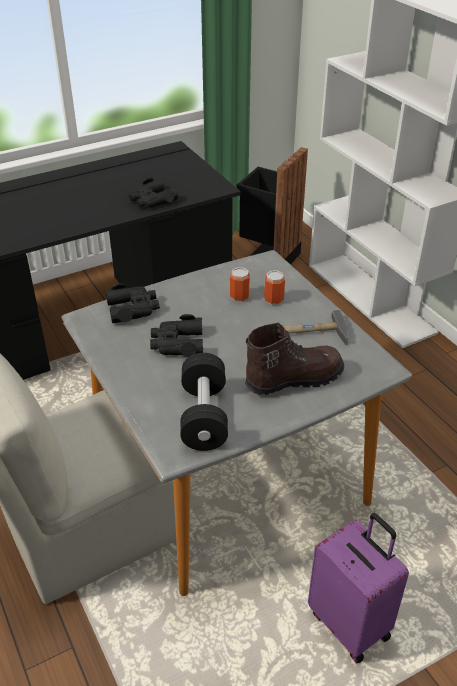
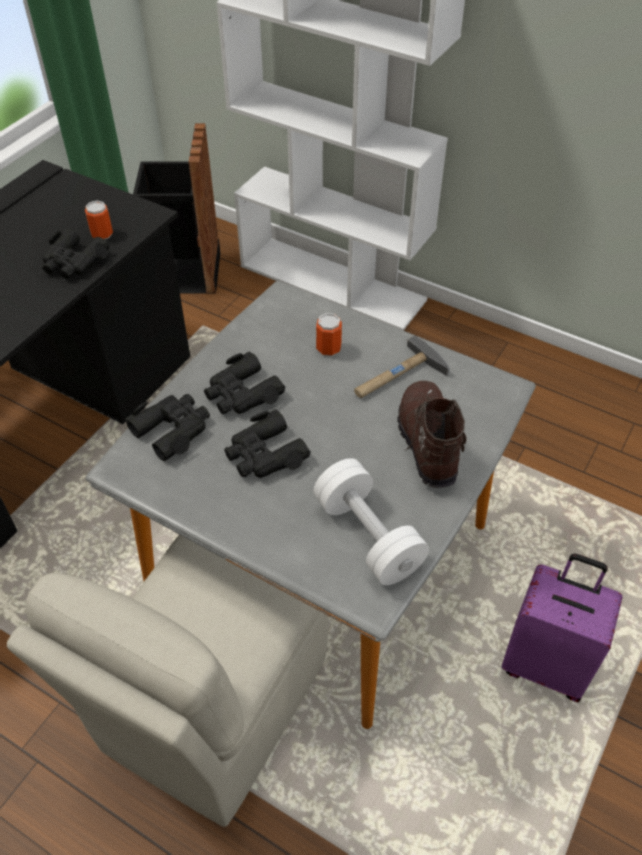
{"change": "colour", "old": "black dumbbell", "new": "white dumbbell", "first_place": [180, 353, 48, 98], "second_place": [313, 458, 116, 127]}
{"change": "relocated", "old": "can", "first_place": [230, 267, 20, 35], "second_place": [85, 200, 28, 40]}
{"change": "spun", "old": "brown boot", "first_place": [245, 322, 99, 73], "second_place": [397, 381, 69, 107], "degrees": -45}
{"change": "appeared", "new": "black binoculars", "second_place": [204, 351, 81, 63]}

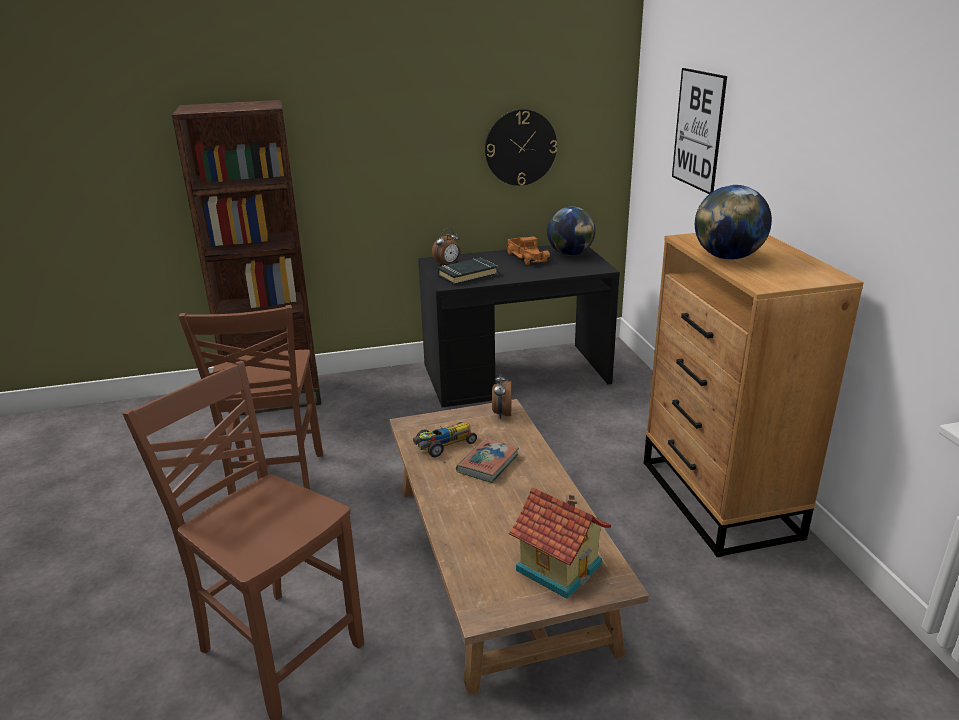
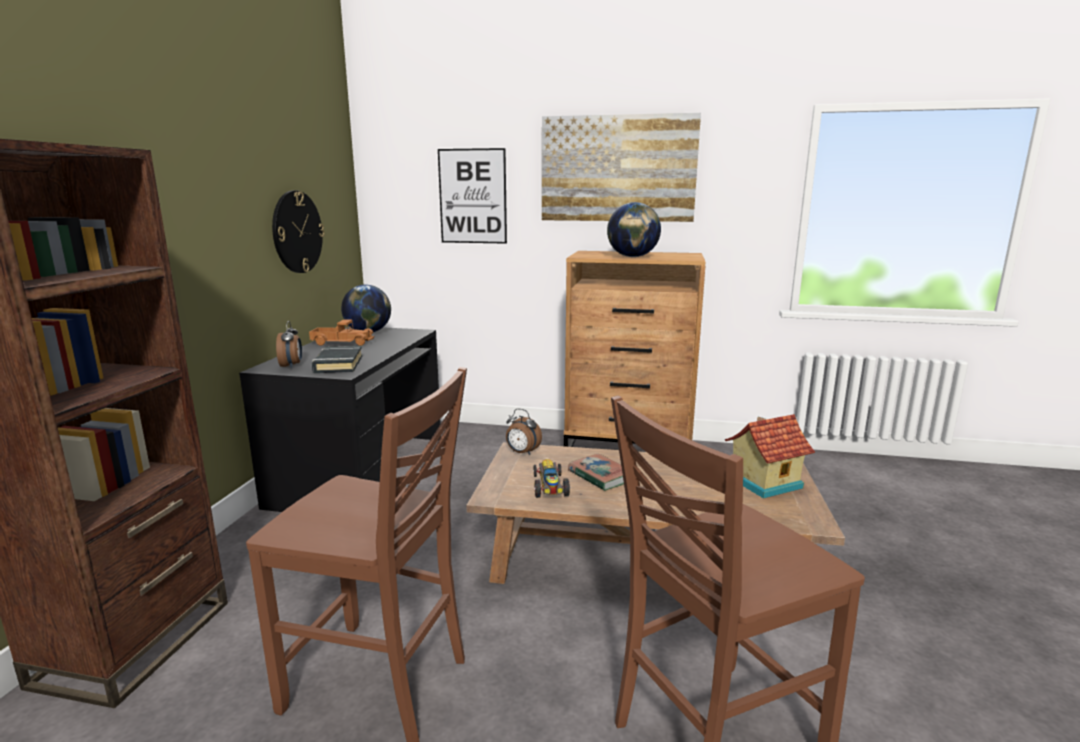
{"change": "appeared", "new": "picture", "second_place": [542, 113, 159, 109]}

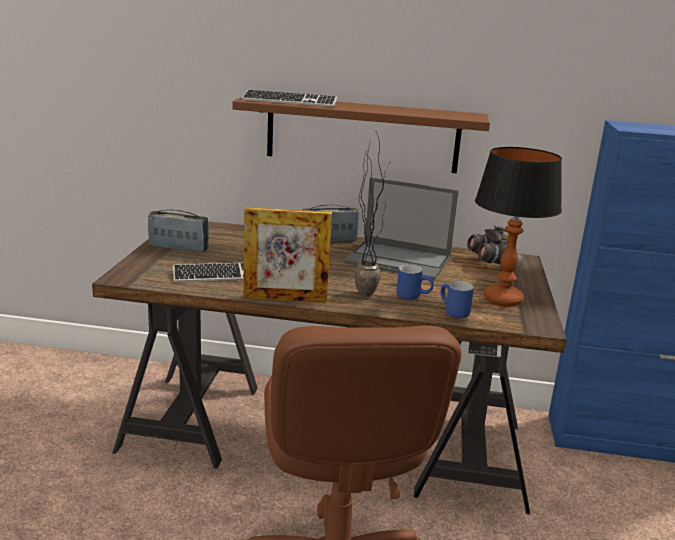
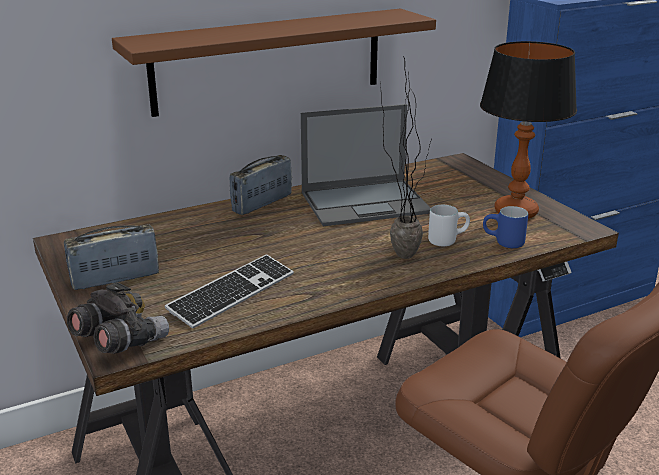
{"change": "missing", "old": "keyboard", "first_place": [242, 90, 95, 17]}
{"change": "missing", "old": "picture frame", "first_place": [243, 207, 89, 96]}
{"change": "colour", "old": "blue mug", "new": "white mug", "first_place": [396, 265, 38, 35], "second_place": [428, 205, 42, 41]}
{"change": "relocated", "old": "grey binoculars", "first_place": [467, 226, 56, 42], "second_place": [67, 282, 102, 72]}

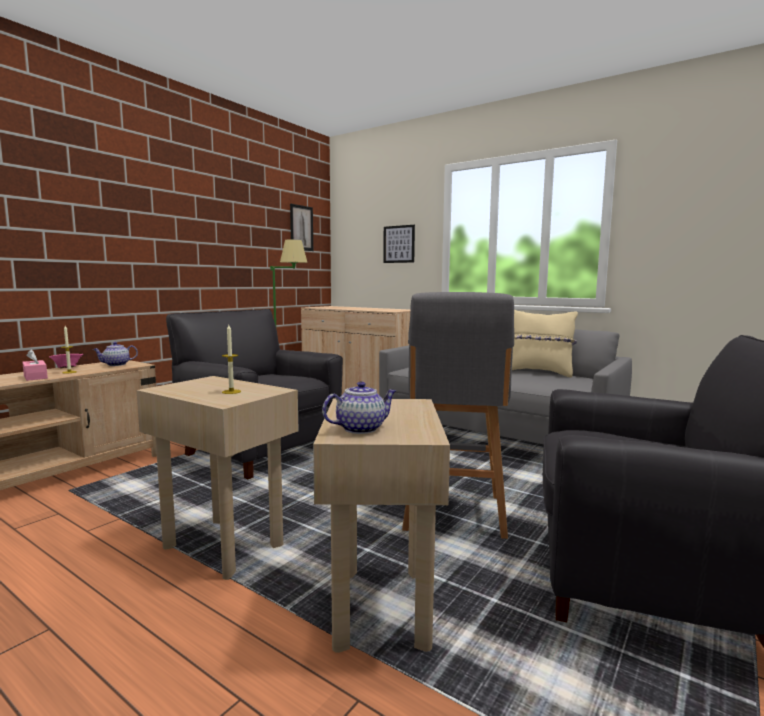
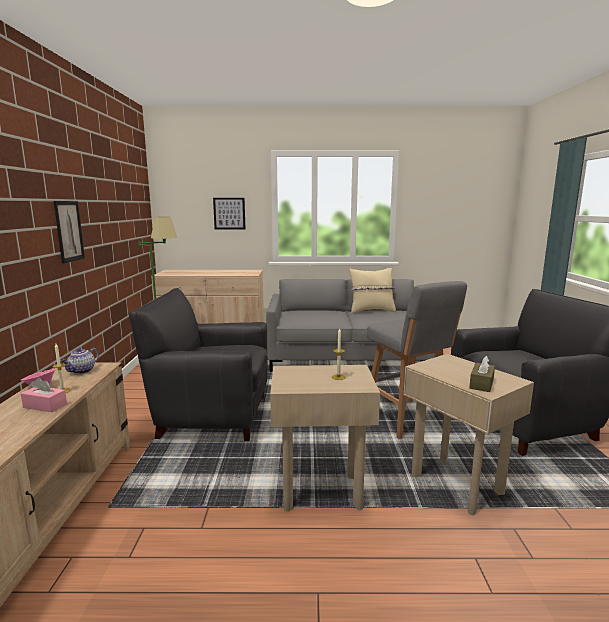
{"change": "relocated", "old": "picture", "first_place": [290, 204, 23, 47], "second_place": [54, 201, 31, 62]}
{"change": "exchanged", "old": "teapot", "new": "brown tissue box", "first_place": [322, 381, 74, 53], "second_place": [469, 356, 26, 36]}

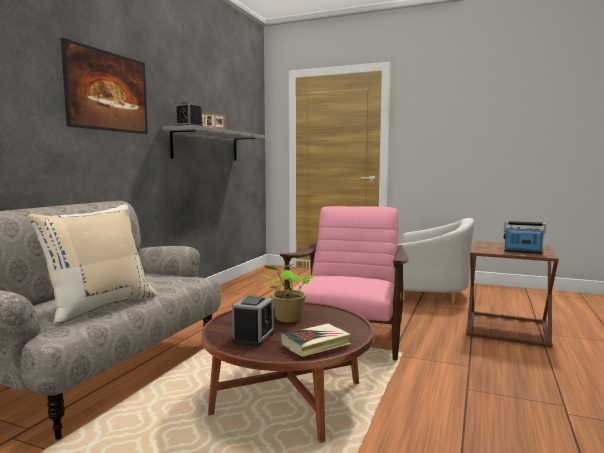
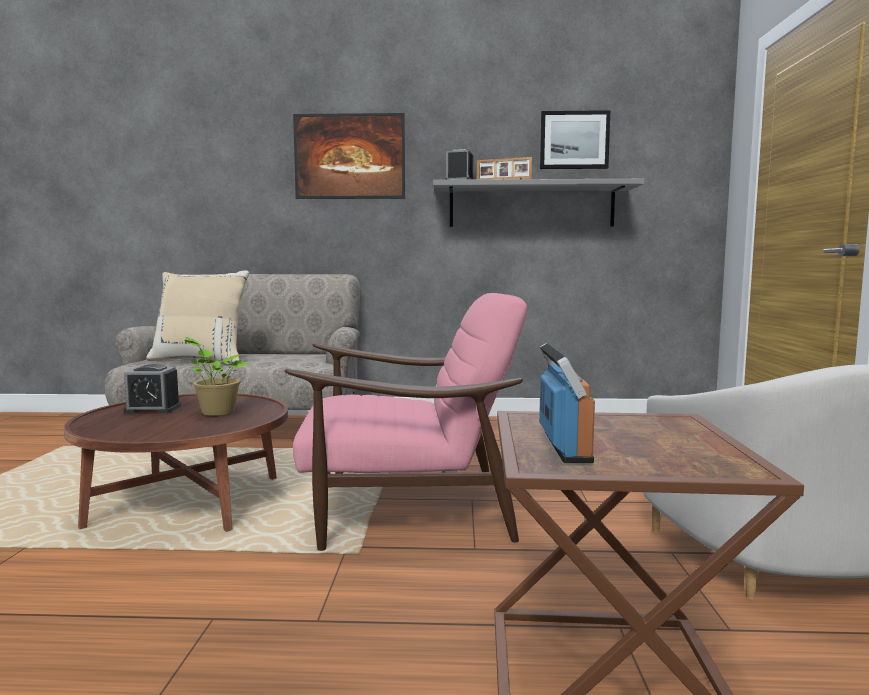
{"change": "missing", "old": "book", "first_place": [281, 324, 70, 33]}
{"change": "appeared", "new": "picture", "second_place": [540, 110, 70, 59]}

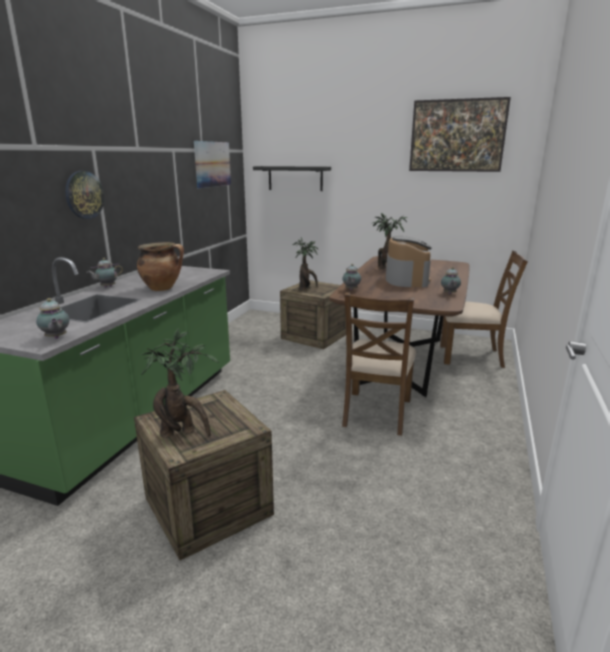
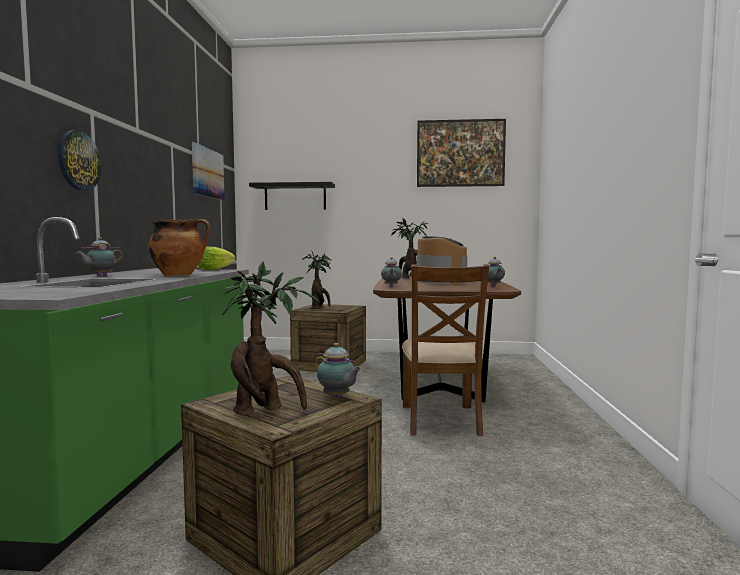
{"change": "relocated", "old": "teapot", "first_place": [36, 298, 33, 41], "second_place": [315, 343, 47, 55]}
{"change": "missing", "old": "brown chair", "first_place": [440, 251, 88, 117]}
{"change": "appeared", "new": "lettuce", "second_place": [198, 246, 38, 24]}

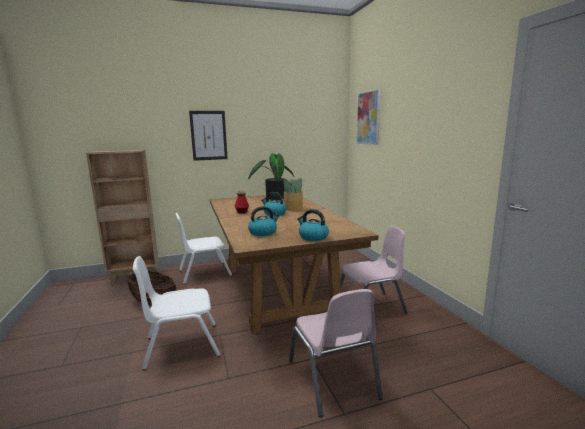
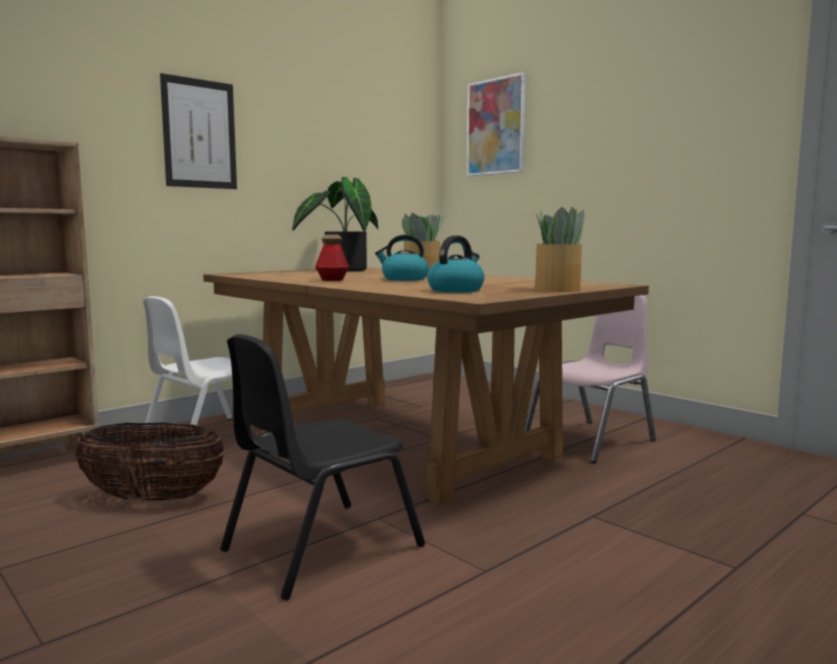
{"change": "colour", "old": "white chair", "new": "black chair", "first_place": [133, 256, 88, 114], "second_place": [220, 334, 205, 266]}
{"change": "missing", "old": "pink chair", "first_place": [289, 289, 94, 128]}
{"change": "exchanged", "old": "kettle", "new": "potted plant", "first_place": [297, 209, 32, 32], "second_place": [535, 207, 50, 85]}

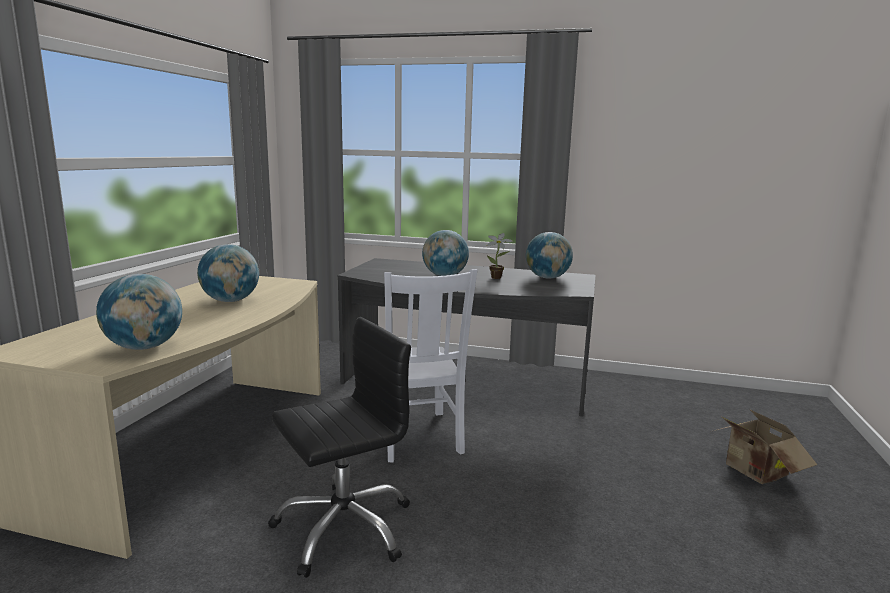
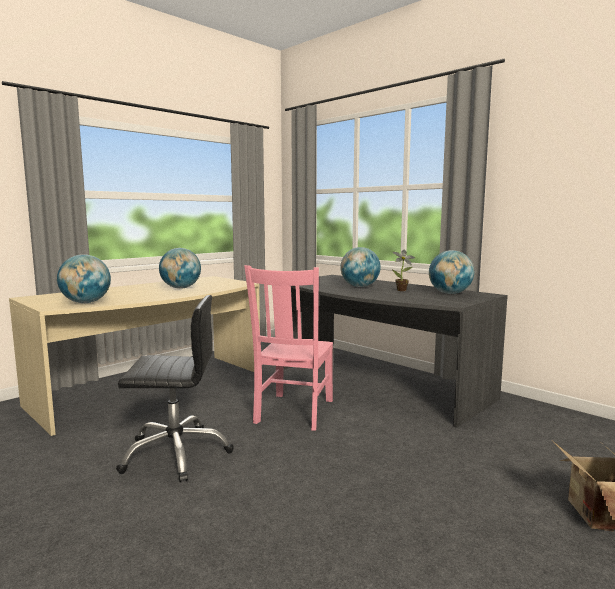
{"change": "colour", "old": "white chair", "new": "pink chair", "first_place": [384, 269, 93, 193], "second_place": [244, 265, 89, 166]}

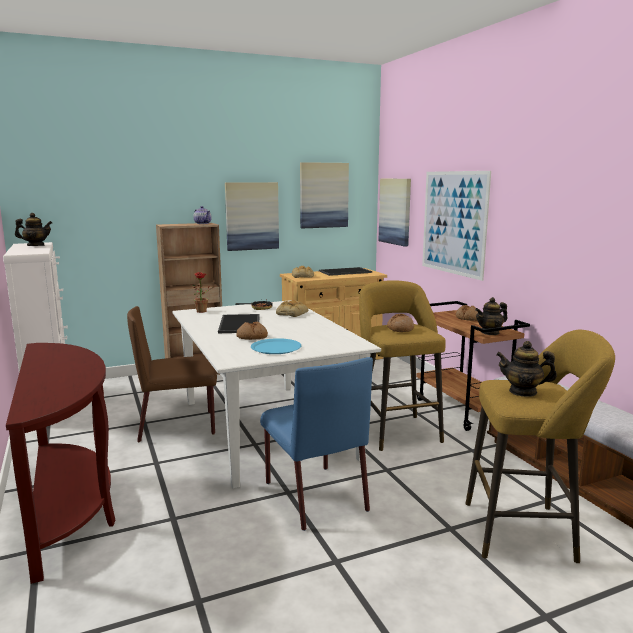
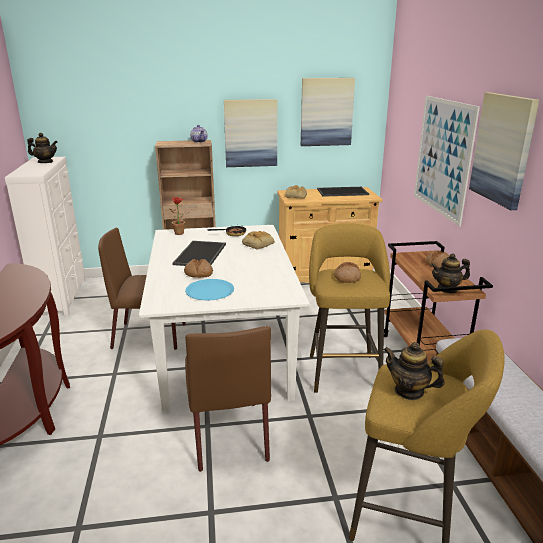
{"change": "colour", "old": "blue chair", "new": "brown chair", "first_place": [260, 357, 113, 174], "second_place": [185, 326, 86, 146]}
{"change": "relocated", "old": "picture", "first_place": [379, 179, 32, 68], "second_place": [469, 92, 70, 118]}

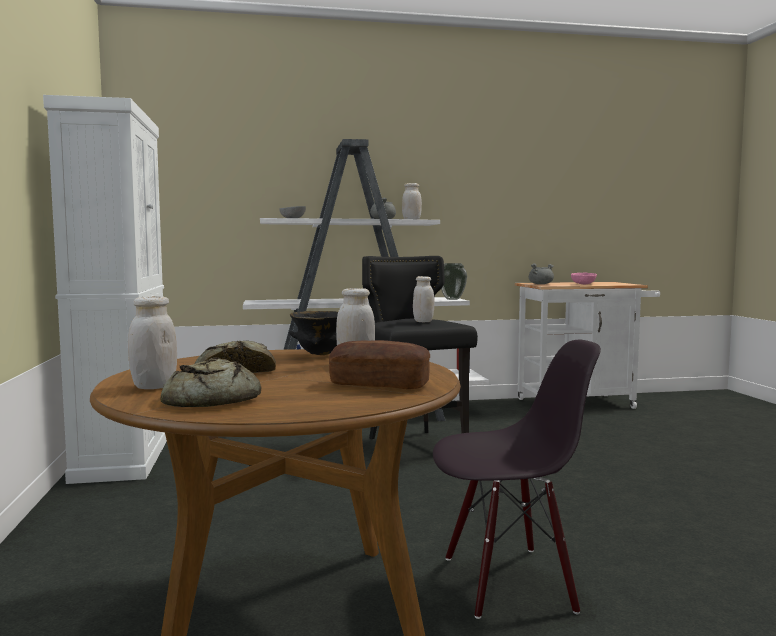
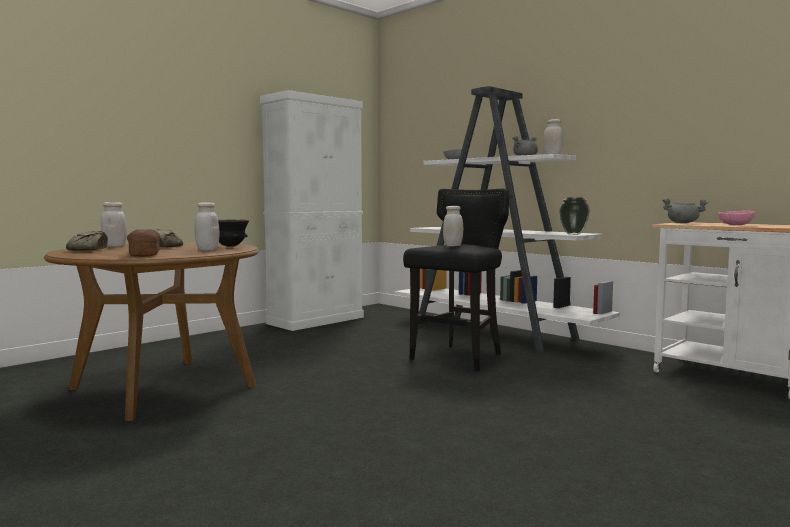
{"change": "missing", "old": "black chair", "first_place": [433, 340, 168, 279]}

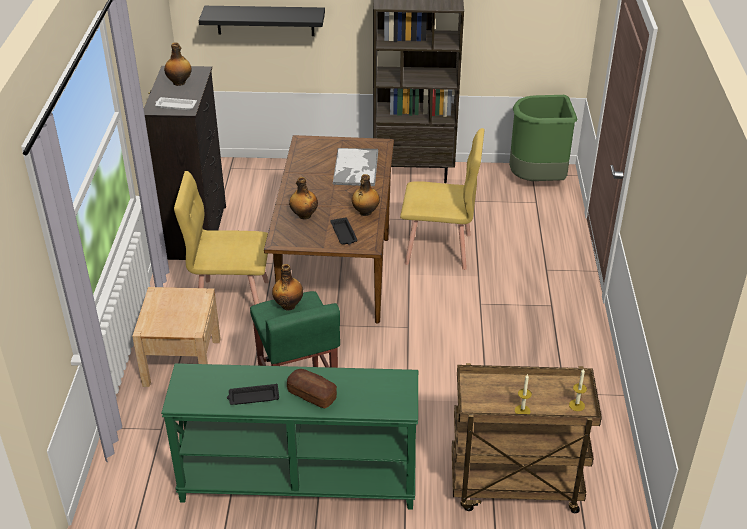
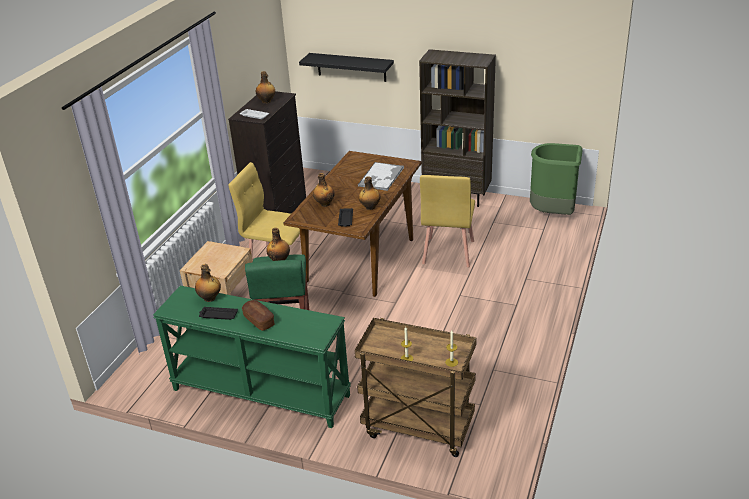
{"change": "spun", "old": "yellow chair", "first_place": [400, 128, 85, 142], "second_place": [420, 175, 55, 92], "degrees": 75}
{"change": "appeared", "new": "bottle", "second_place": [195, 264, 26, 38]}

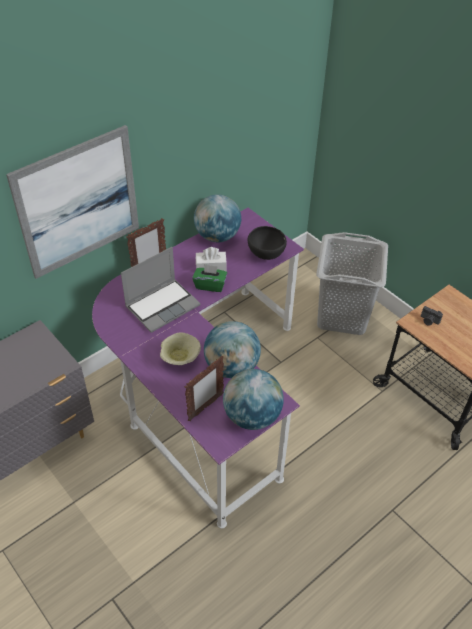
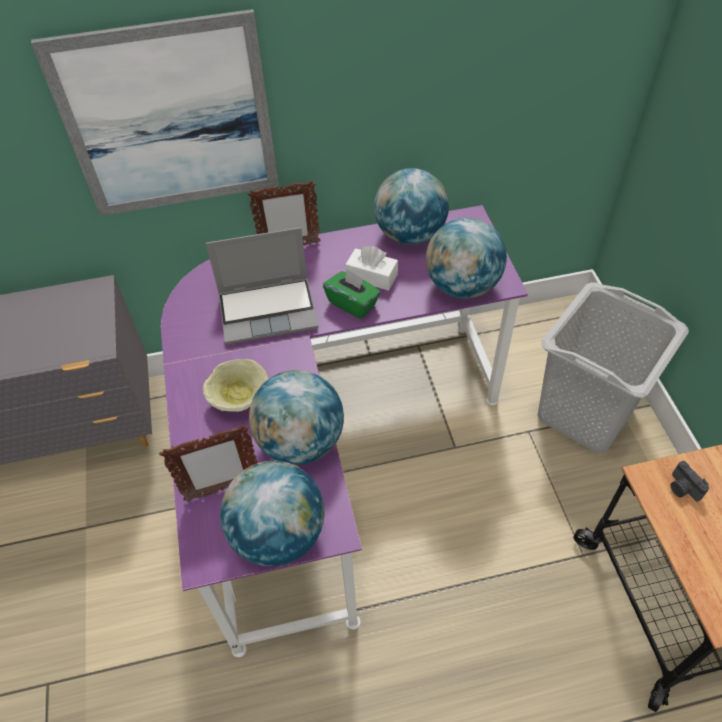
{"change": "exchanged", "old": "black bowl", "new": "globe", "first_place": [247, 226, 40, 34], "second_place": [426, 218, 81, 81]}

